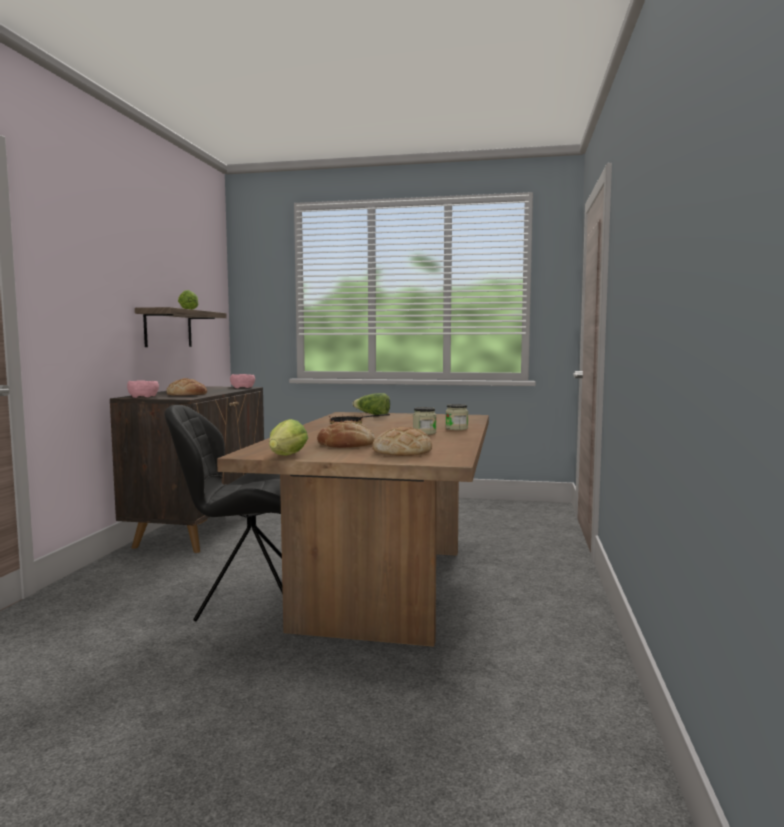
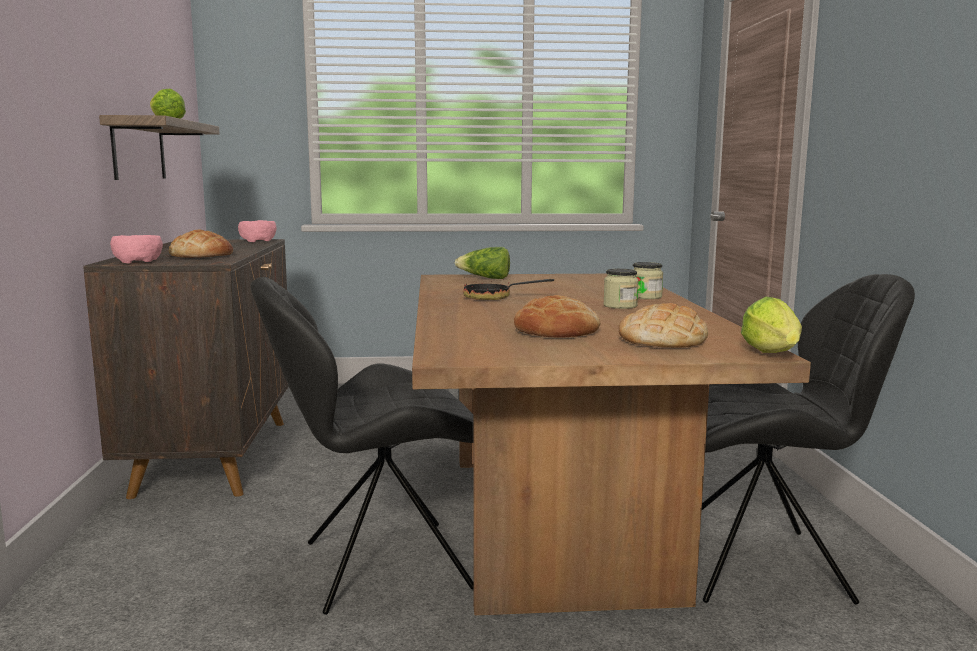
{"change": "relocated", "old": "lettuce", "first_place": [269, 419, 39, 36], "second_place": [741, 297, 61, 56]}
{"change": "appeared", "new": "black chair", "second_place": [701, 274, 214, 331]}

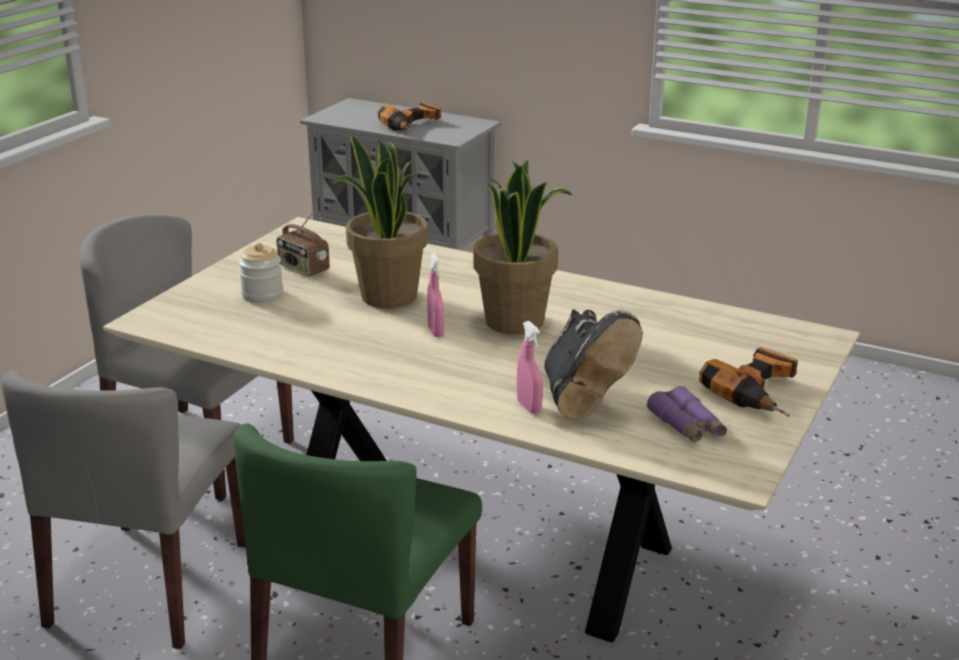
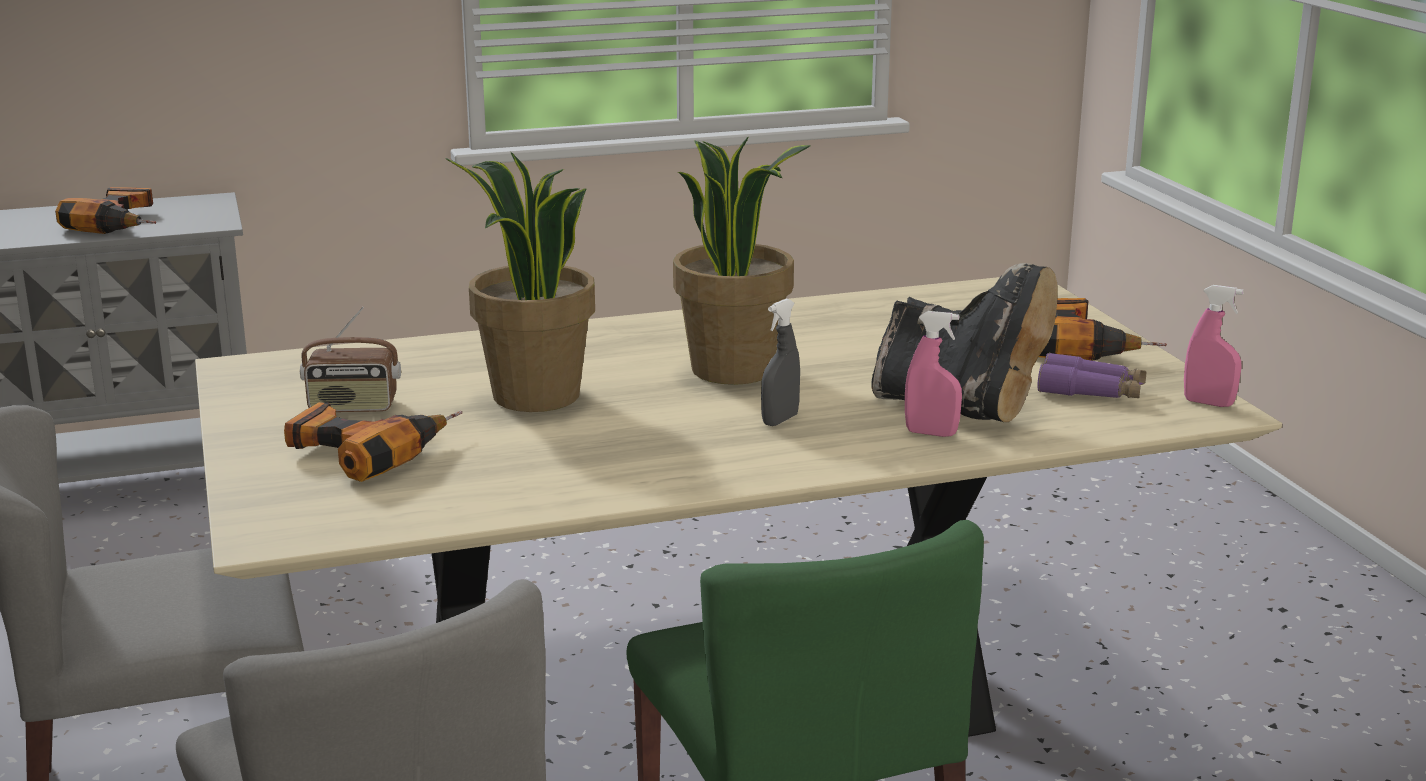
{"change": "exchanged", "old": "jar", "new": "power drill", "first_place": [238, 243, 45, 60], "second_place": [284, 402, 178, 80]}
{"change": "relocated", "old": "pink spray bottle", "first_place": [427, 253, 17, 84], "second_place": [1184, 285, 60, 122]}
{"change": "appeared", "new": "grey spray bottle", "second_place": [761, 299, 39, 127]}

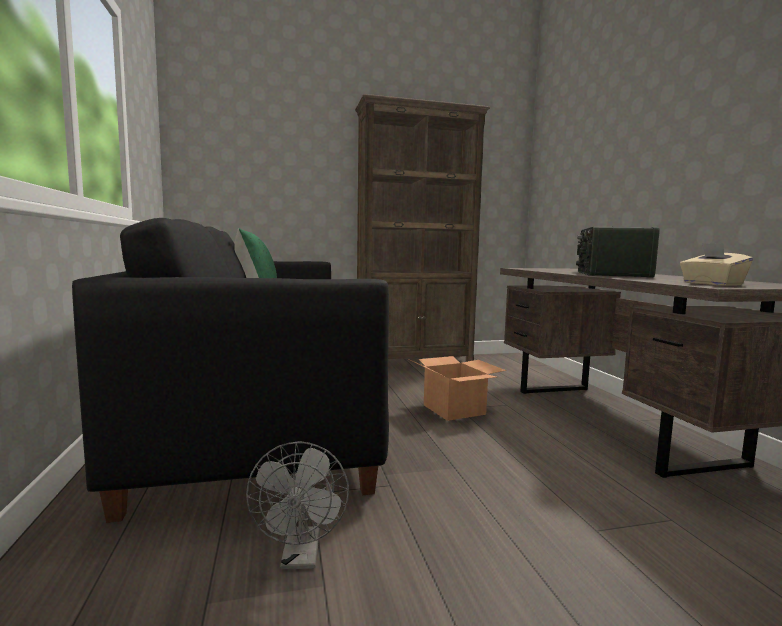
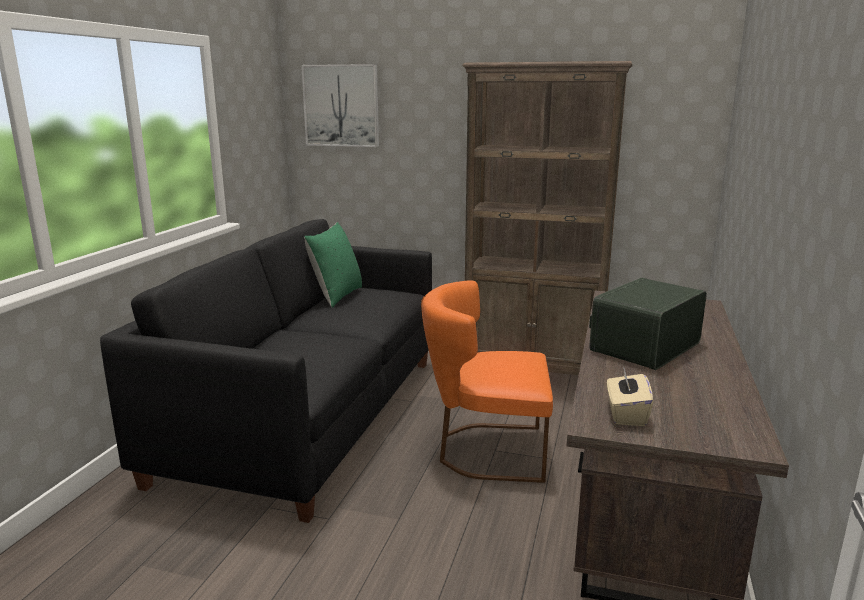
{"change": "missing", "old": "grey fan", "first_place": [246, 441, 103, 128]}
{"change": "exchanged", "old": "cardboard box", "new": "orange chair", "first_place": [408, 356, 98, 65], "second_place": [421, 280, 132, 203]}
{"change": "appeared", "new": "picture", "second_place": [301, 64, 78, 83]}

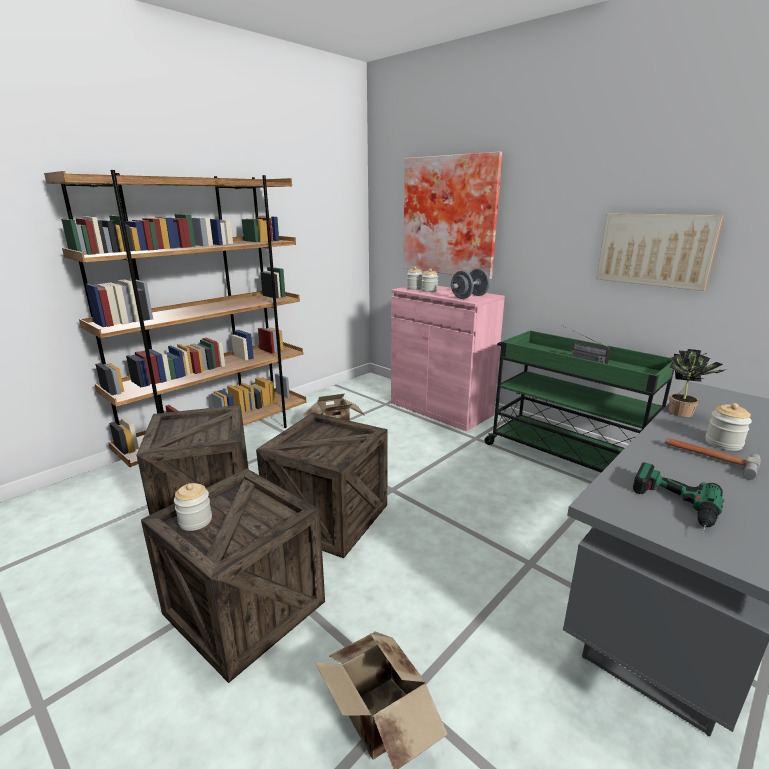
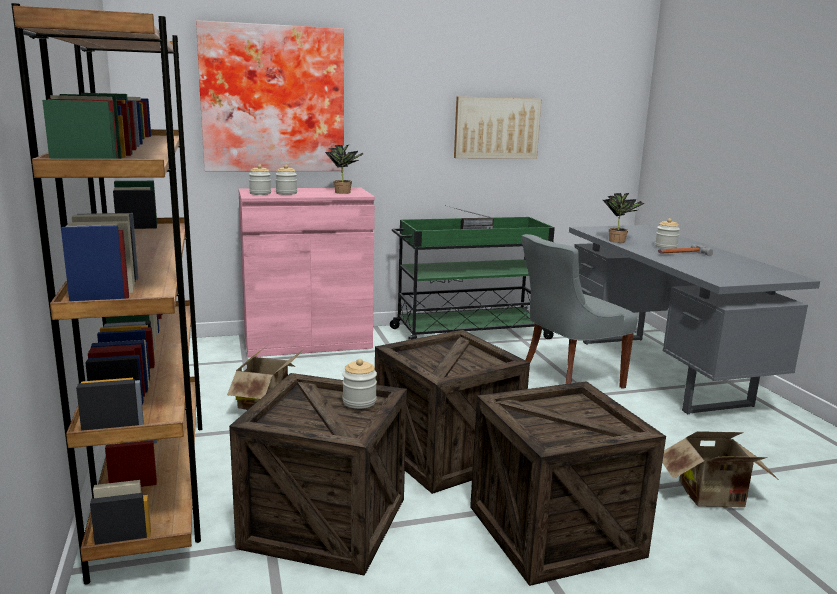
{"change": "relocated", "old": "jar", "first_place": [174, 483, 38, 48], "second_place": [342, 359, 35, 50]}
{"change": "exchanged", "old": "grey dumbbell", "new": "potted plant", "first_place": [451, 269, 39, 30], "second_place": [325, 145, 38, 49]}
{"change": "missing", "old": "power drill", "first_place": [633, 462, 91, 73]}
{"change": "appeared", "new": "grey chair", "second_place": [521, 234, 116, 155]}

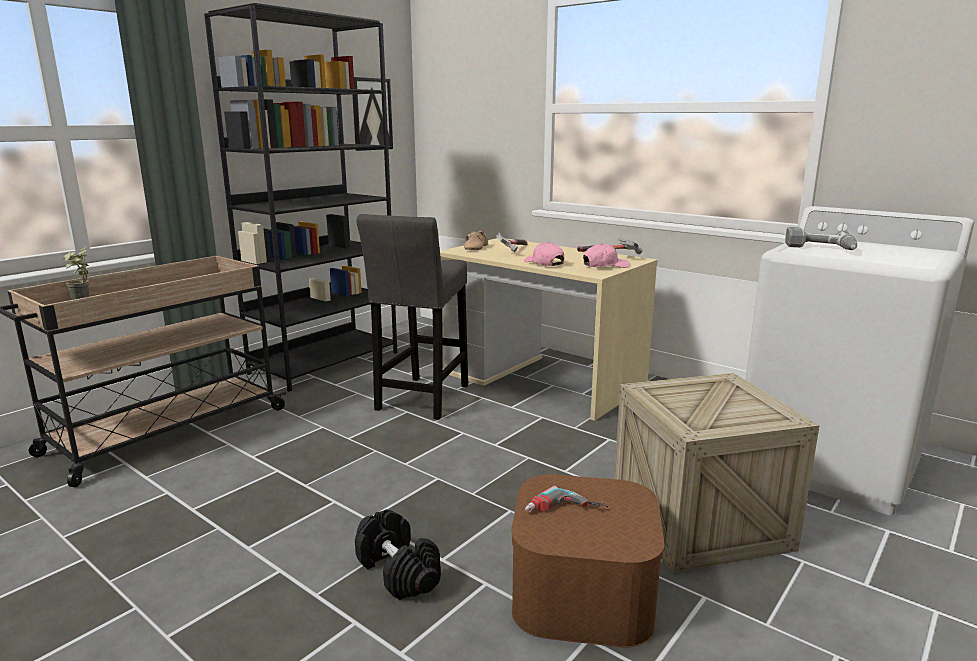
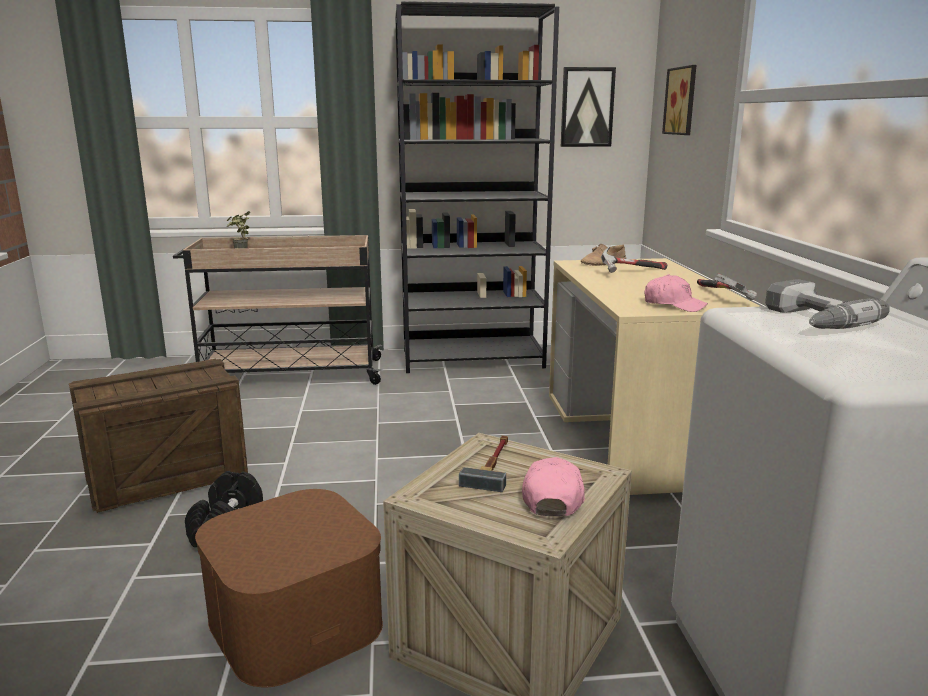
{"change": "missing", "old": "grey stool", "first_place": [356, 214, 112, 206]}
{"change": "relocated", "old": "pink cap", "first_place": [524, 242, 40, 24], "second_place": [522, 457, 63, 59]}
{"change": "missing", "old": "power drill", "first_place": [525, 485, 83, 27]}
{"change": "appeared", "new": "crate", "second_place": [69, 359, 179, 154]}
{"change": "appeared", "new": "hammer", "second_place": [459, 436, 49, 56]}
{"change": "appeared", "new": "picture", "second_place": [662, 65, 34, 70]}

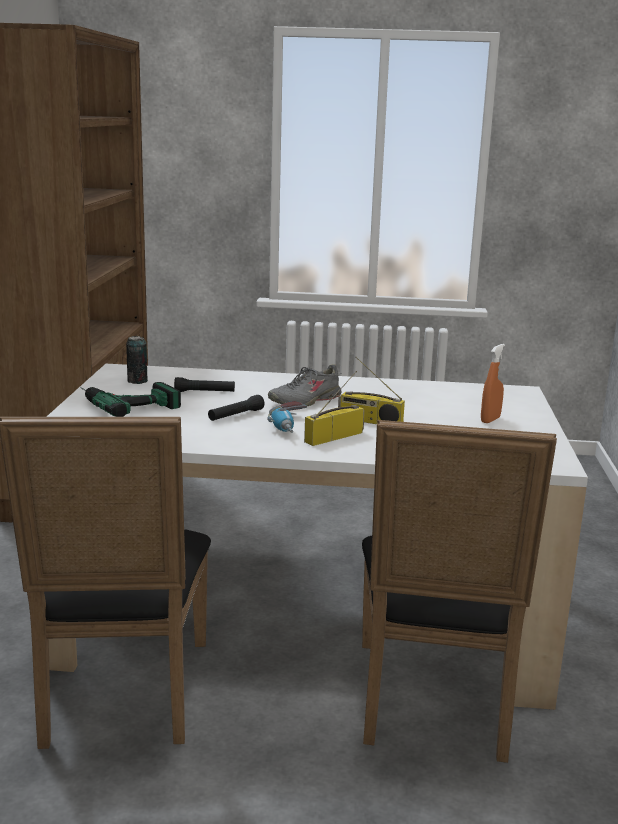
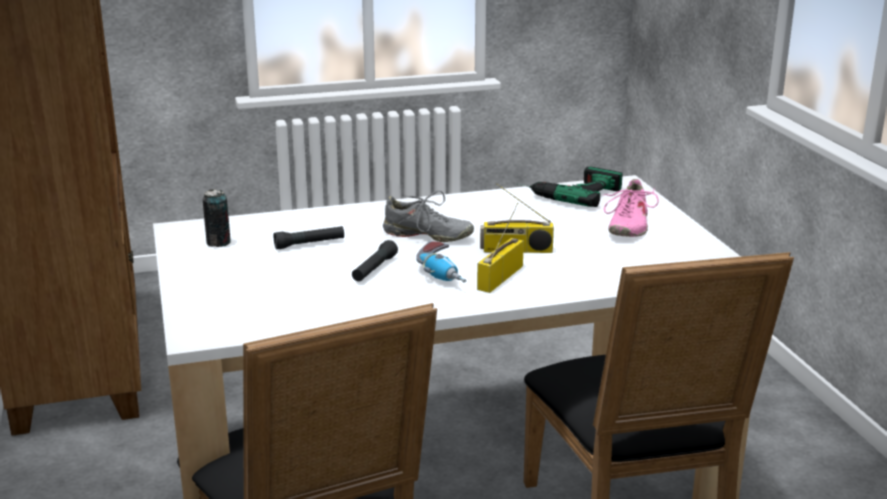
{"change": "relocated", "old": "power drill", "first_place": [81, 382, 100, 35], "second_place": [516, 167, 107, 40]}
{"change": "spun", "old": "grey shoe", "first_place": [268, 364, 74, 42], "second_place": [383, 191, 91, 51], "degrees": -105}
{"change": "exchanged", "old": "orange spray bottle", "new": "pink shoe", "first_place": [481, 344, 24, 79], "second_place": [602, 179, 57, 58]}

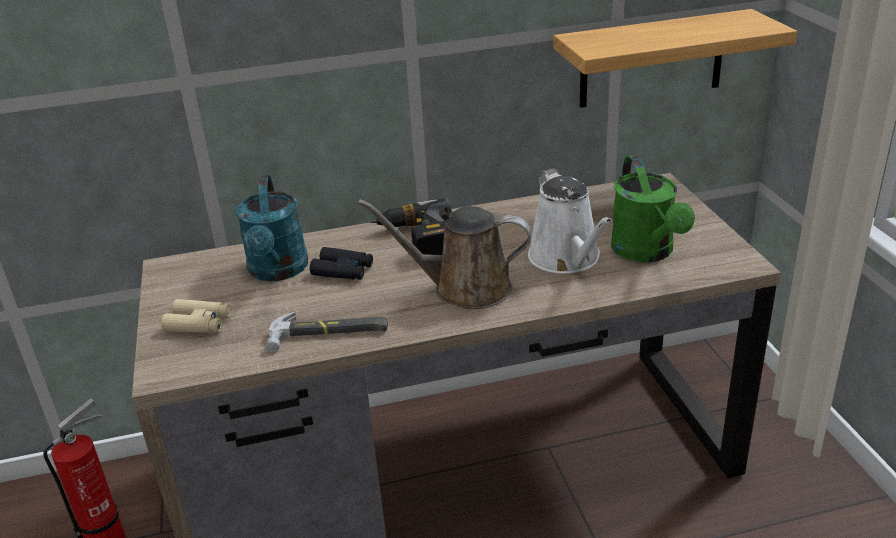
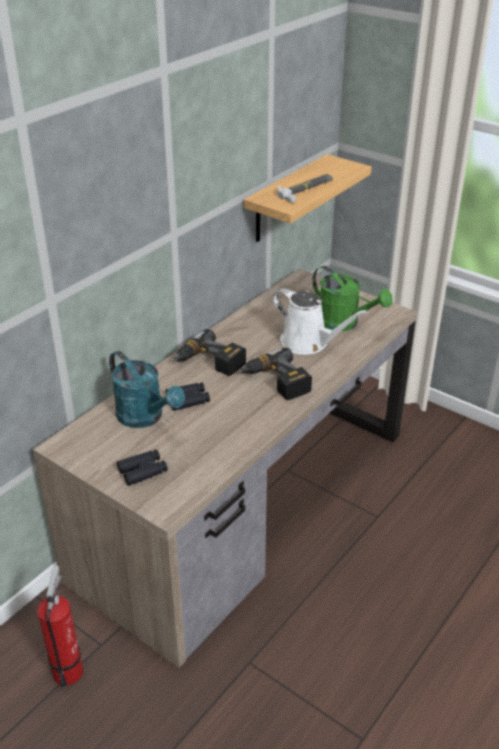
{"change": "colour", "old": "beige binoculars", "new": "black binoculars", "first_place": [161, 299, 70, 34], "second_place": [117, 449, 51, 37]}
{"change": "relocated", "old": "hammer", "first_place": [266, 312, 122, 40], "second_place": [278, 174, 55, 29]}
{"change": "exchanged", "old": "brown watering can", "new": "power drill", "first_place": [358, 199, 173, 110], "second_place": [238, 347, 74, 53]}

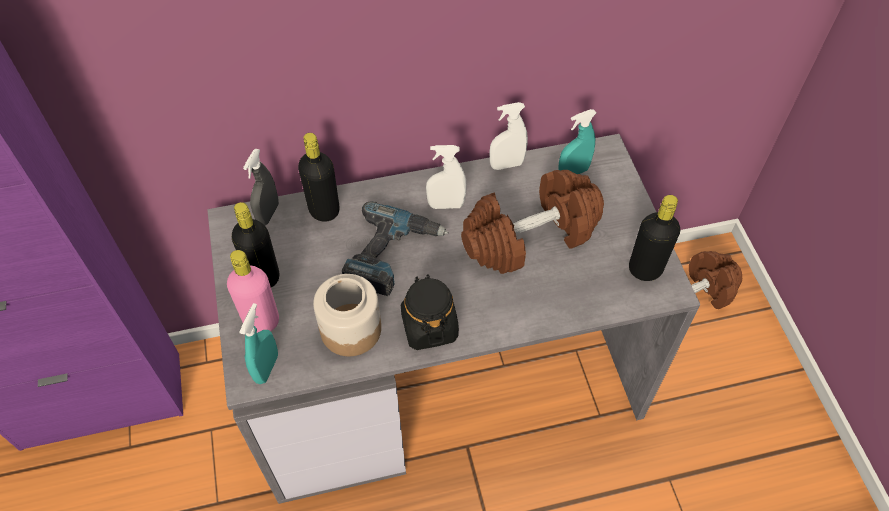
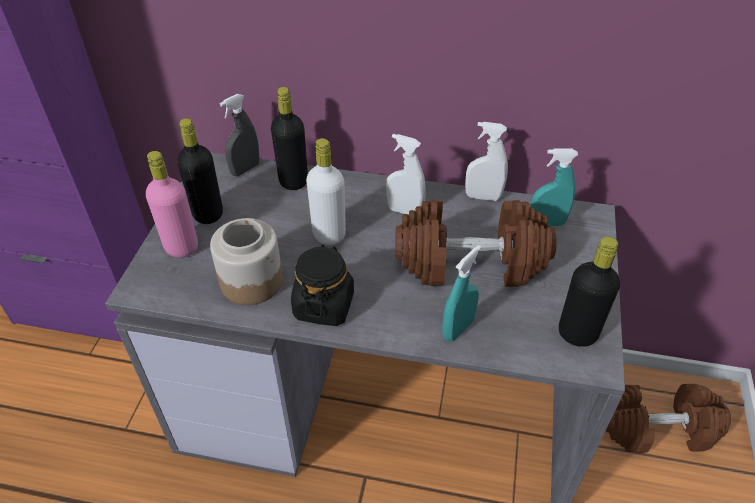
{"change": "relocated", "old": "turquoise spray bottle", "first_place": [239, 303, 39, 81], "second_place": [442, 245, 39, 96]}
{"change": "exchanged", "old": "power drill", "new": "white bottle", "first_place": [342, 202, 107, 94], "second_place": [306, 138, 40, 107]}

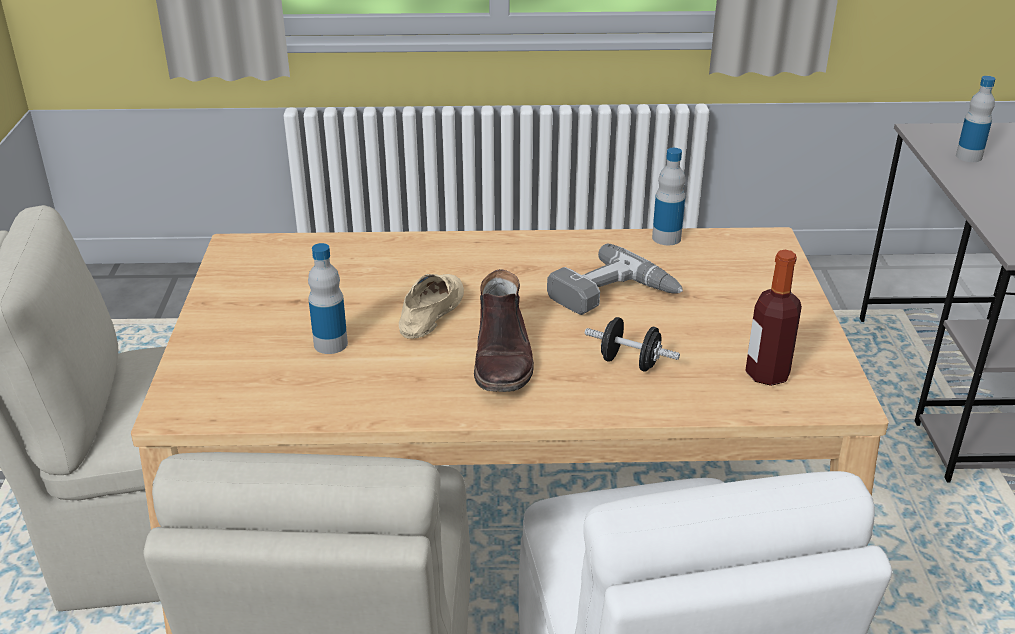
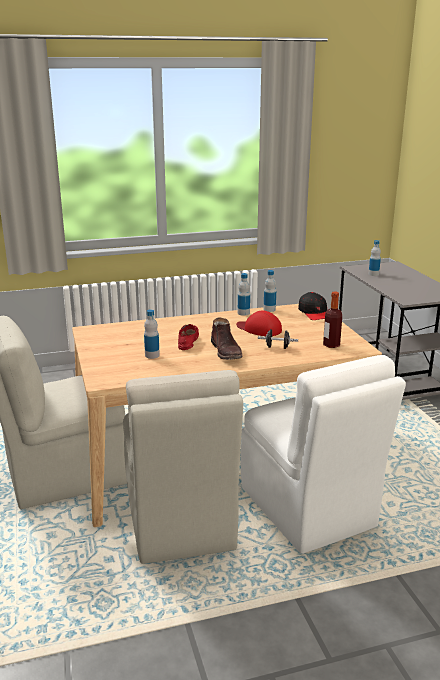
{"change": "colour", "old": "beige shoe", "new": "red shoe", "first_place": [399, 274, 65, 65], "second_place": [178, 324, 21, 26]}
{"change": "exchanged", "old": "power drill", "new": "red cap", "first_place": [547, 243, 136, 72], "second_place": [236, 311, 46, 25]}
{"change": "appeared", "new": "bottle", "second_place": [238, 273, 12, 43]}
{"change": "appeared", "new": "black cap", "second_place": [298, 292, 29, 28]}

